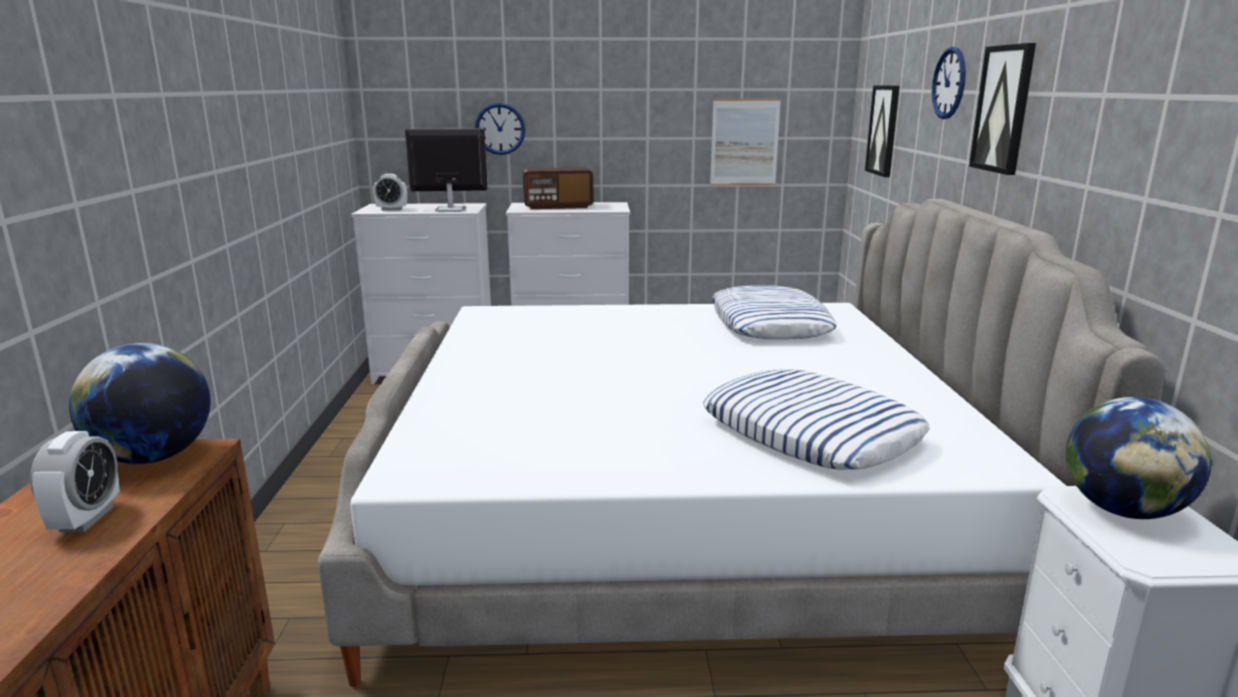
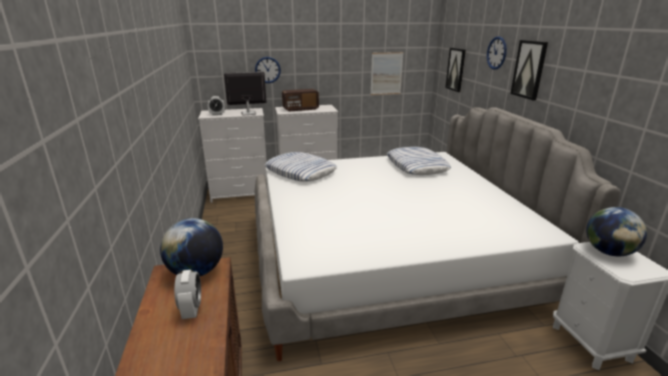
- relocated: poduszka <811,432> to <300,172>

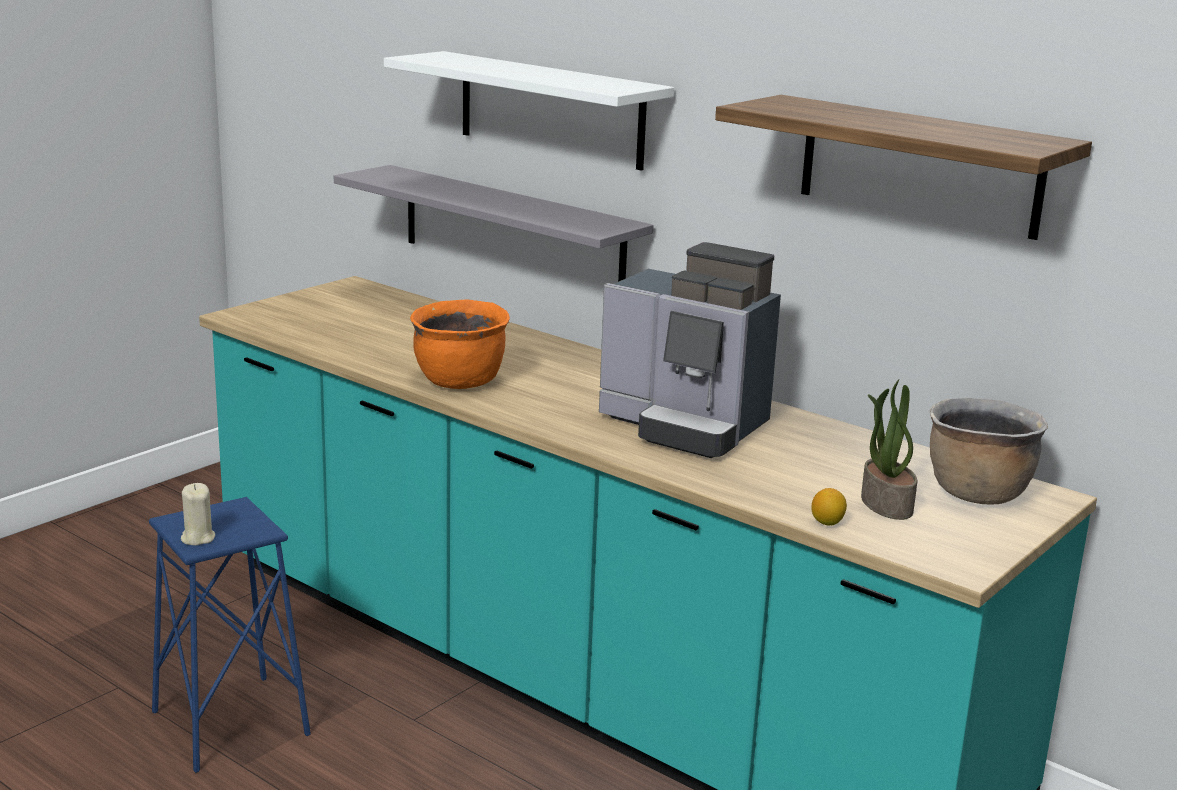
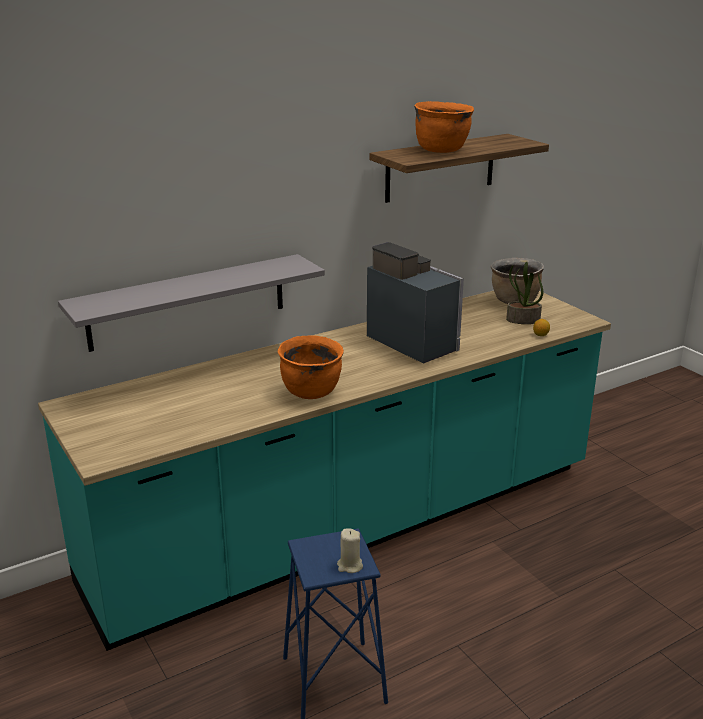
- missing: półka [biały] <550,110>
- spun: ekspres do kawy <685,426> = <413,343> 90 degrees counterclockwise
- appeared: garnek [pomarańczowy] <442,150>

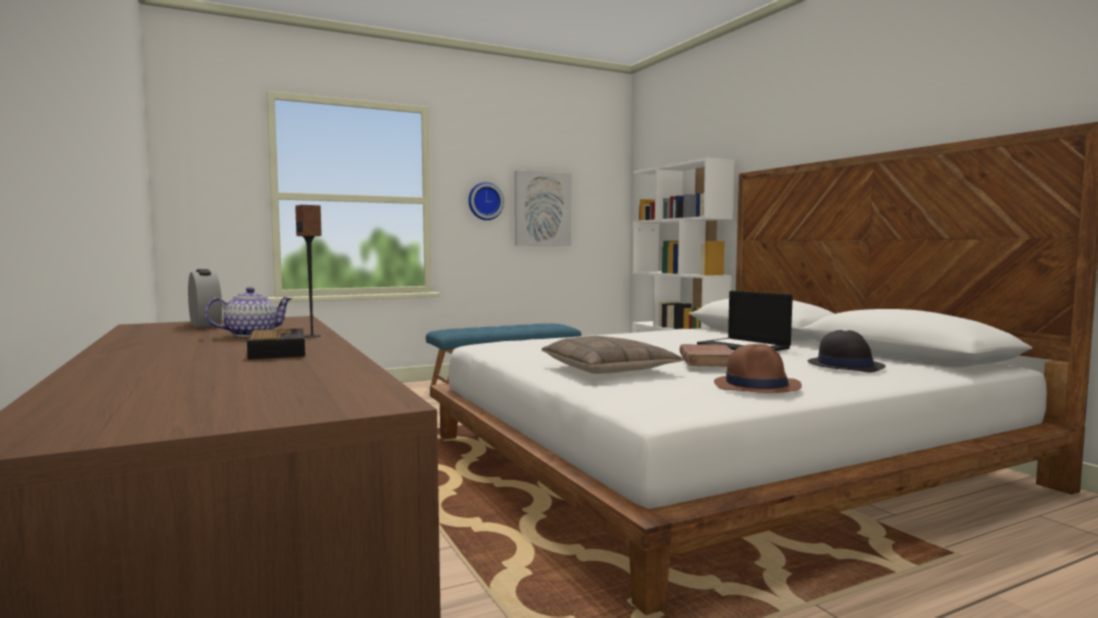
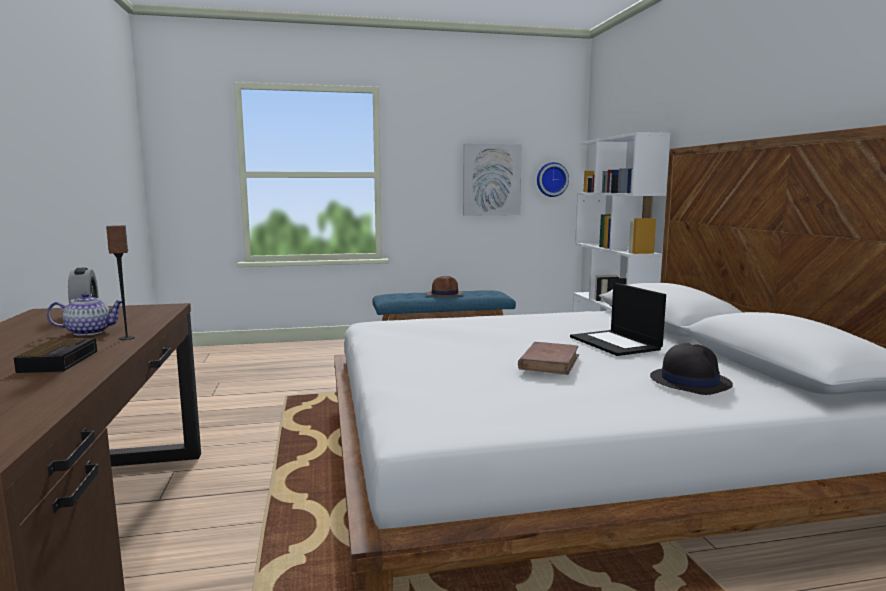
- relocated: zegar ścienny <485,201> to <551,179>
- missing: poduszka <610,370>
- relocated: kapelusz [brązowy] <757,385> to <445,294>

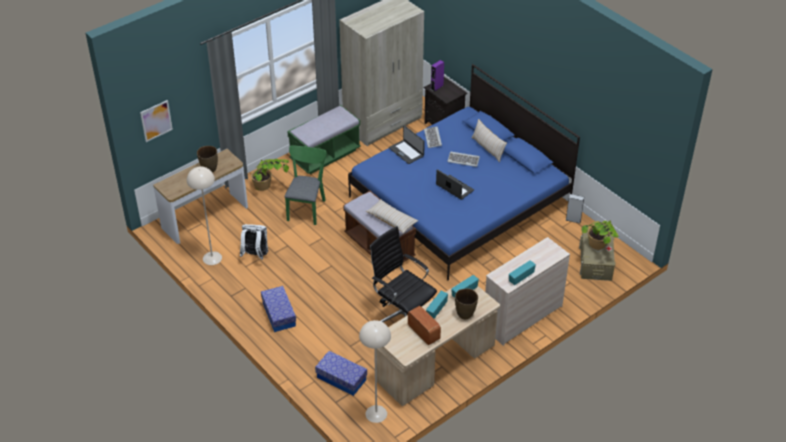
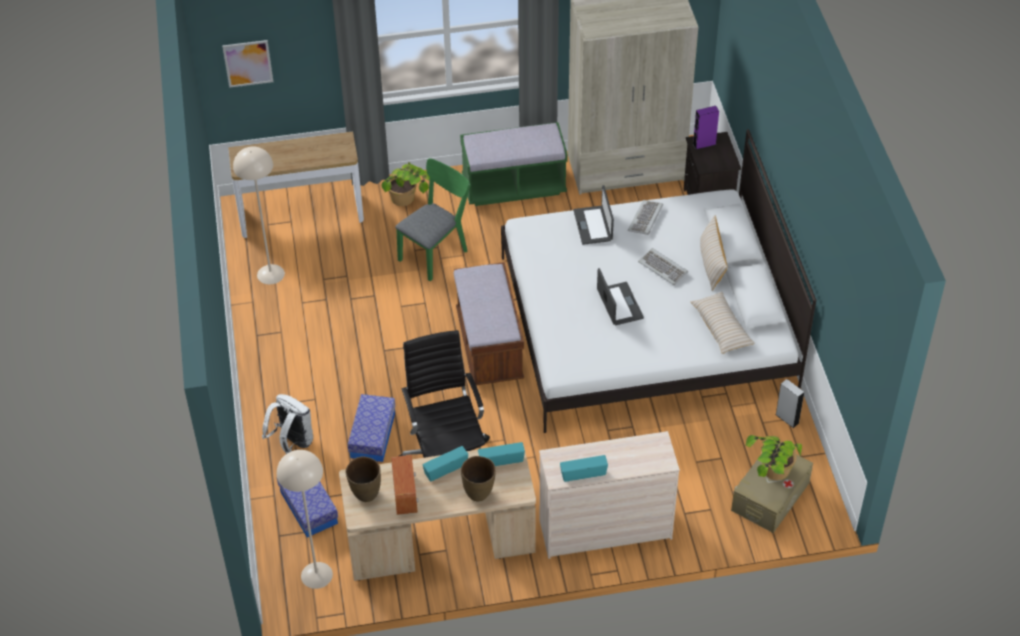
- colour: łóżko [niebieski] <459,201> to łóżko [biały] <646,324>
- relocated: wazon [brązowy] <209,169> to <365,494>
- relocated: poduszka [beżowy] <391,220> to <721,328>
- relocated: plecak [biały] <255,255> to <292,442>
- relocated: pojemnik do przechowywania <279,314> to <372,435>

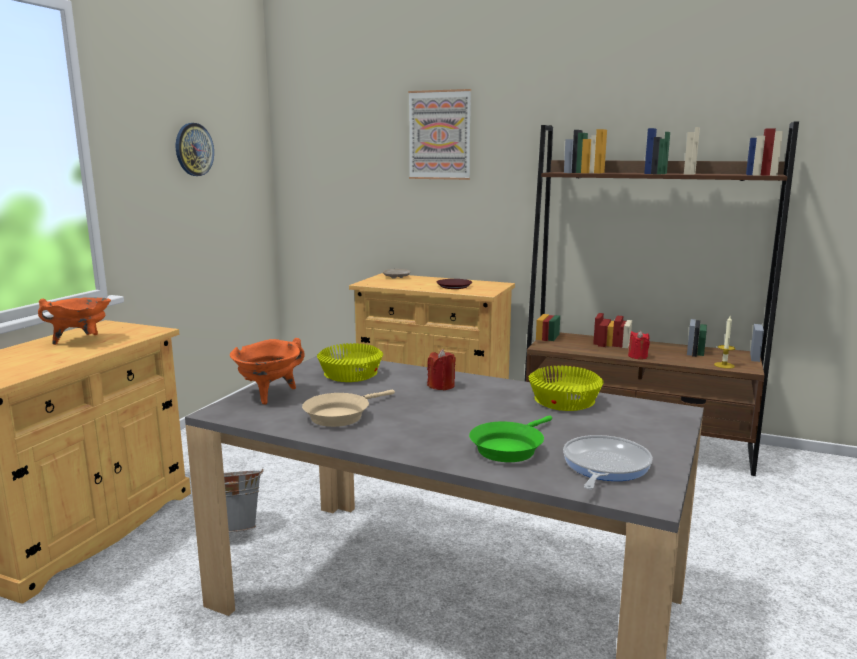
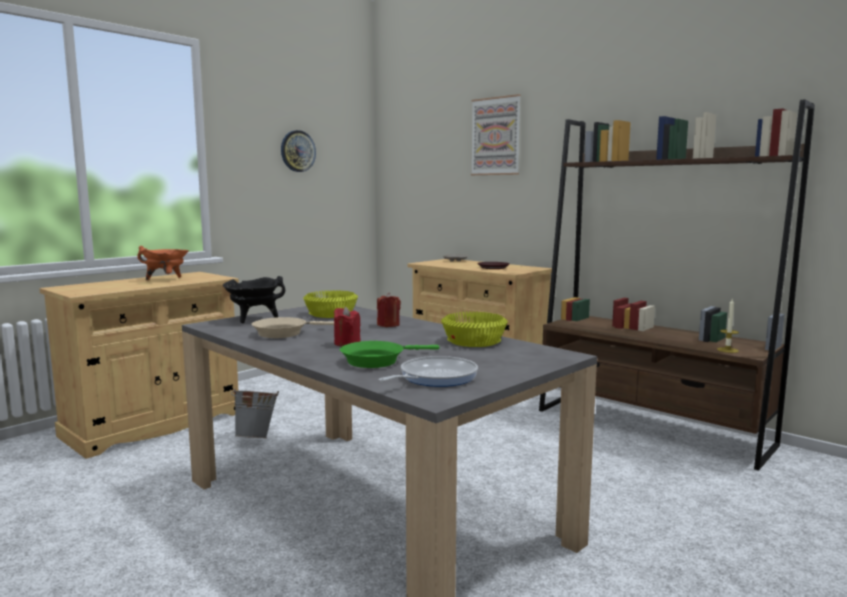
- relocated: świeca [czerwony] <637,356> to <347,343>
- colour: garnek [pomarańczowy] <268,395> to garnek [czarny] <254,319>

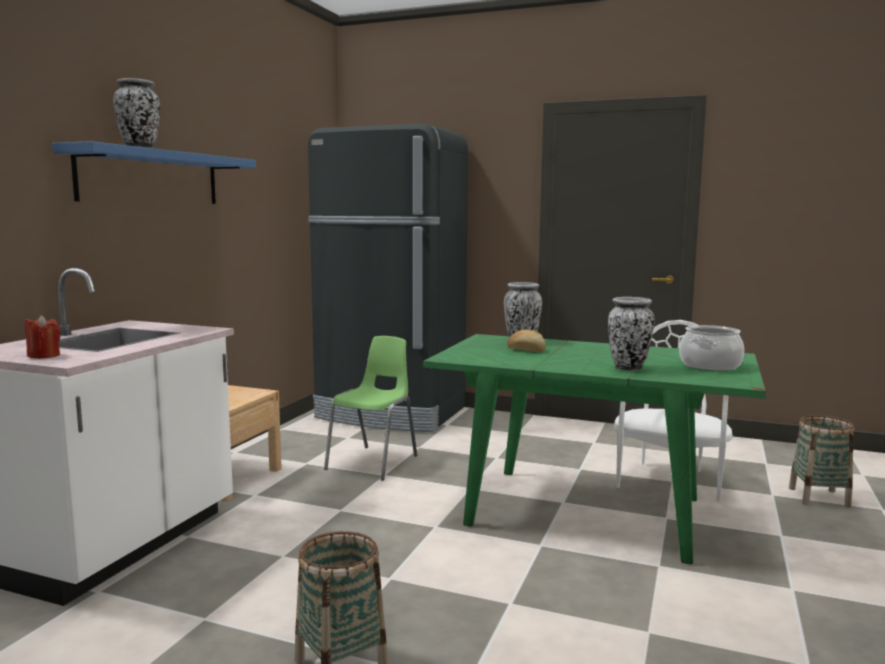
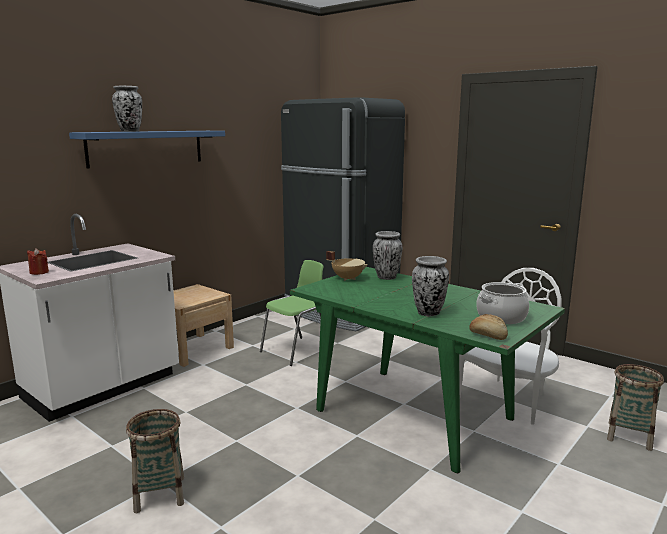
- relocated: chleb <526,350> to <488,335>
- appeared: garnek [beżowy] <348,278>

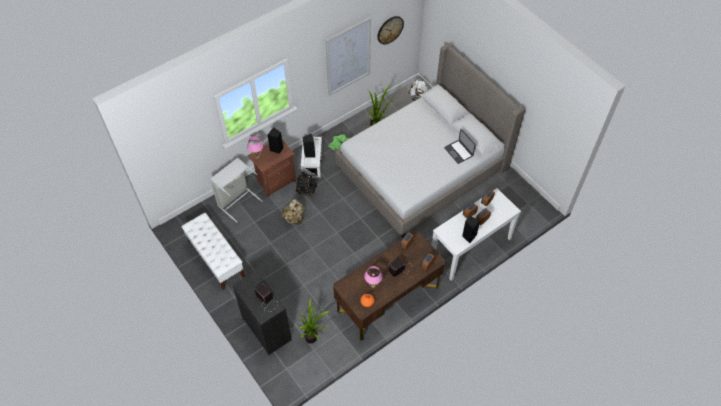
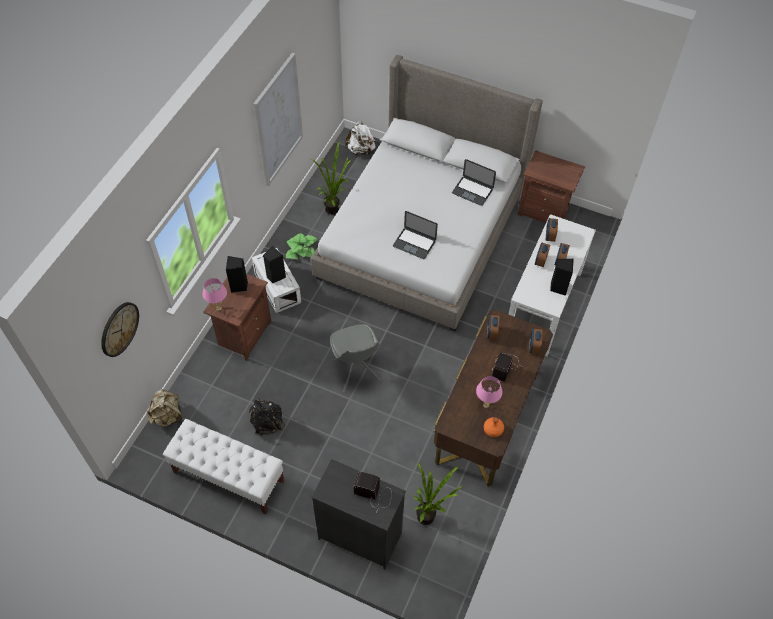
- relocated: zegar ścienny <390,29> to <119,329>
- missing: kosz na pranie [szary] <237,201>
- relocated: plecak [czarny] <306,190> to <267,423>
- relocated: plecak [beżowy] <294,218> to <167,416>
- appeared: szafka nocna [brązowy] <545,211>
- appeared: laptop <414,243>
- appeared: krzesło [szary] <356,371>

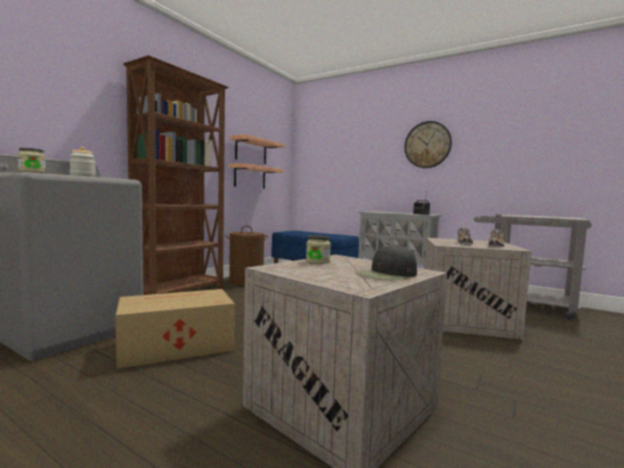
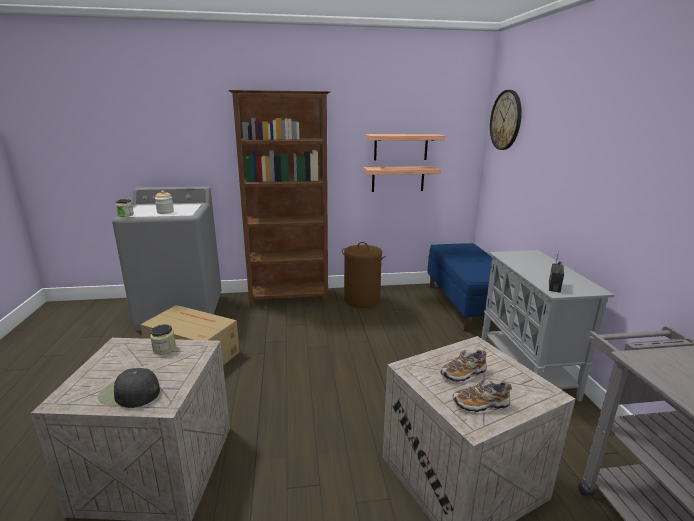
- relocated: zegar ścienny <427,145> to <506,120>

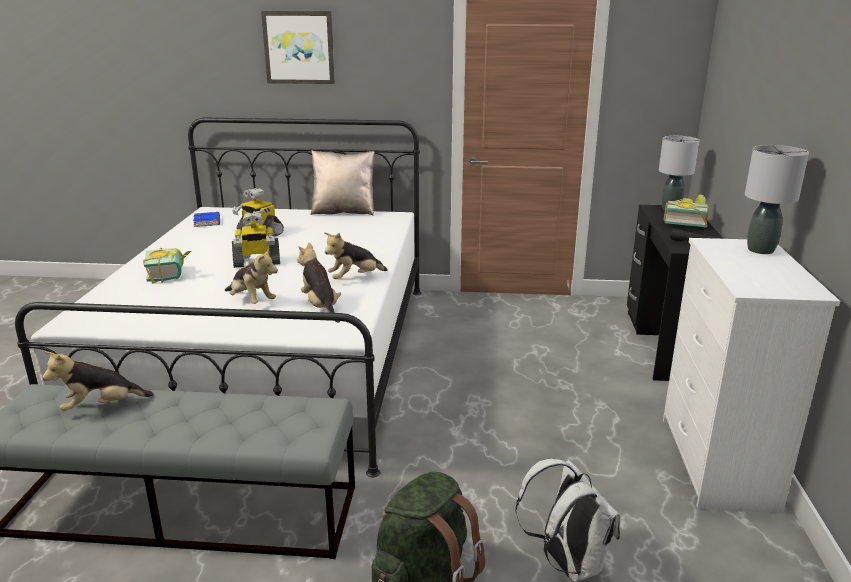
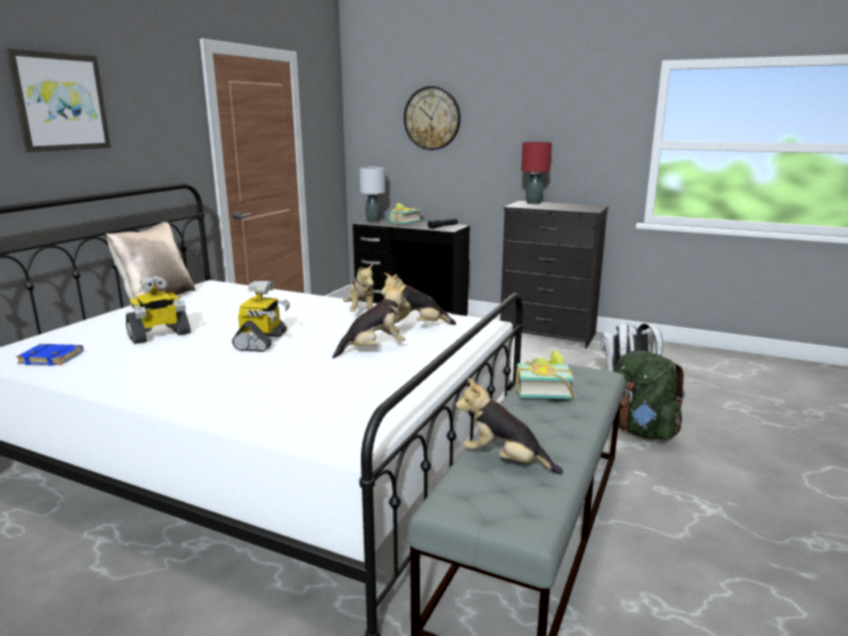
- colour: lampa stołowa [szary] <760,250> to lampa stołowa [czerwony] <533,203>
- colour: komoda [biały] <716,463> to komoda [czarny] <548,334>
- relocated: książka <171,274> to <542,390>
- spun: pluszak <101,406> = <505,461> 120 degrees clockwise
- appeared: zegar ścienny <432,118>

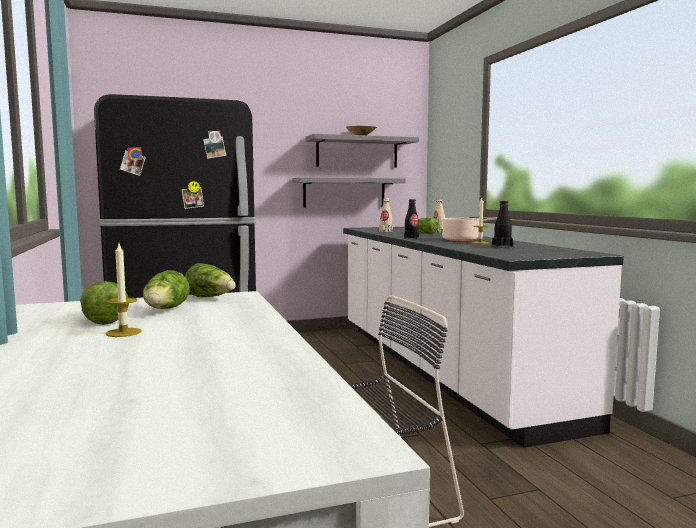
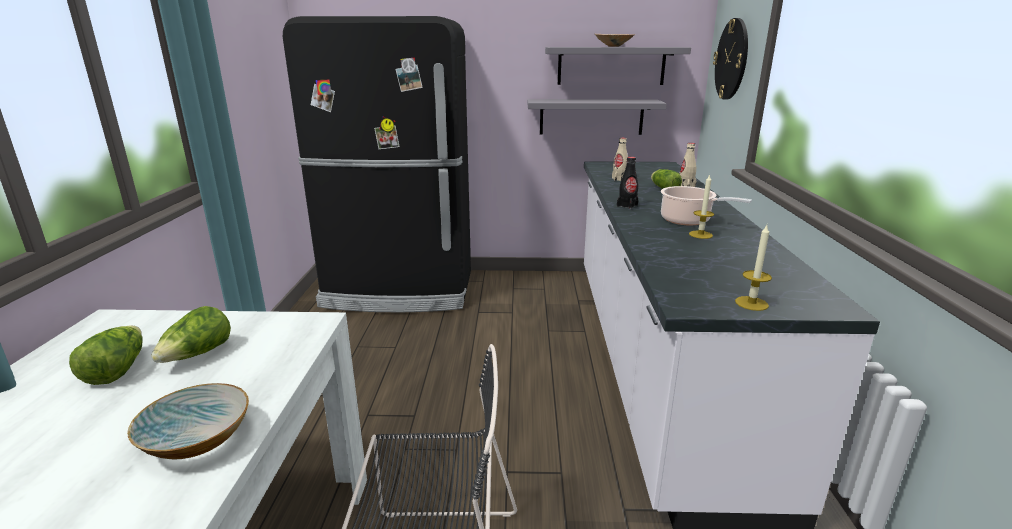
- missing: butelka [czarny] <502,246>
- relocated: świeca <123,332> to <751,303>
- missing: sałata <211,298>
- appeared: zegar ścienny <732,59>
- appeared: miska <198,440>

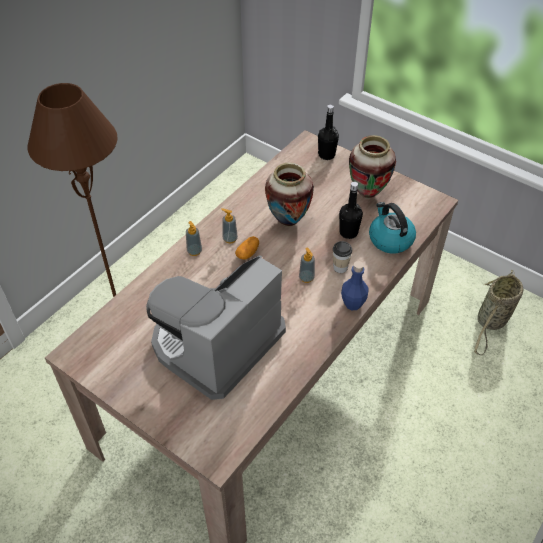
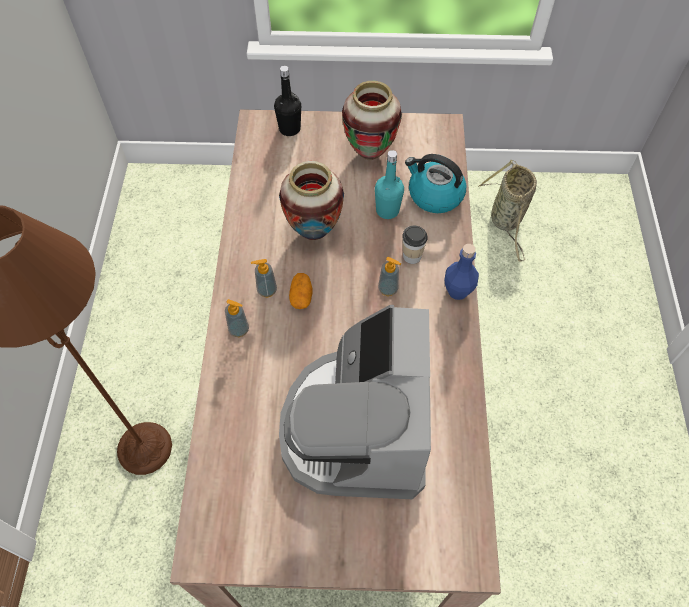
- colour: butelka [czarny] <348,232> to butelka [turkusowy] <387,210>

